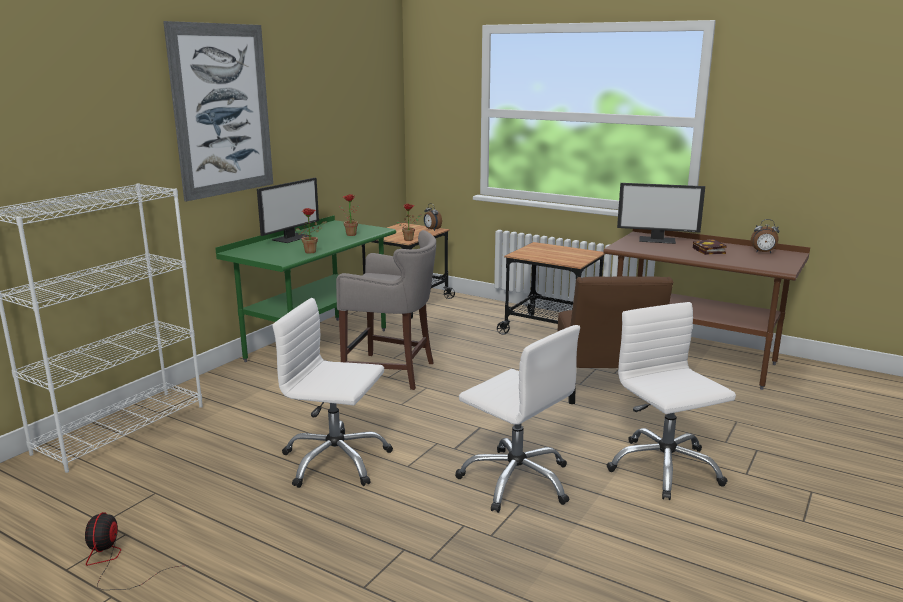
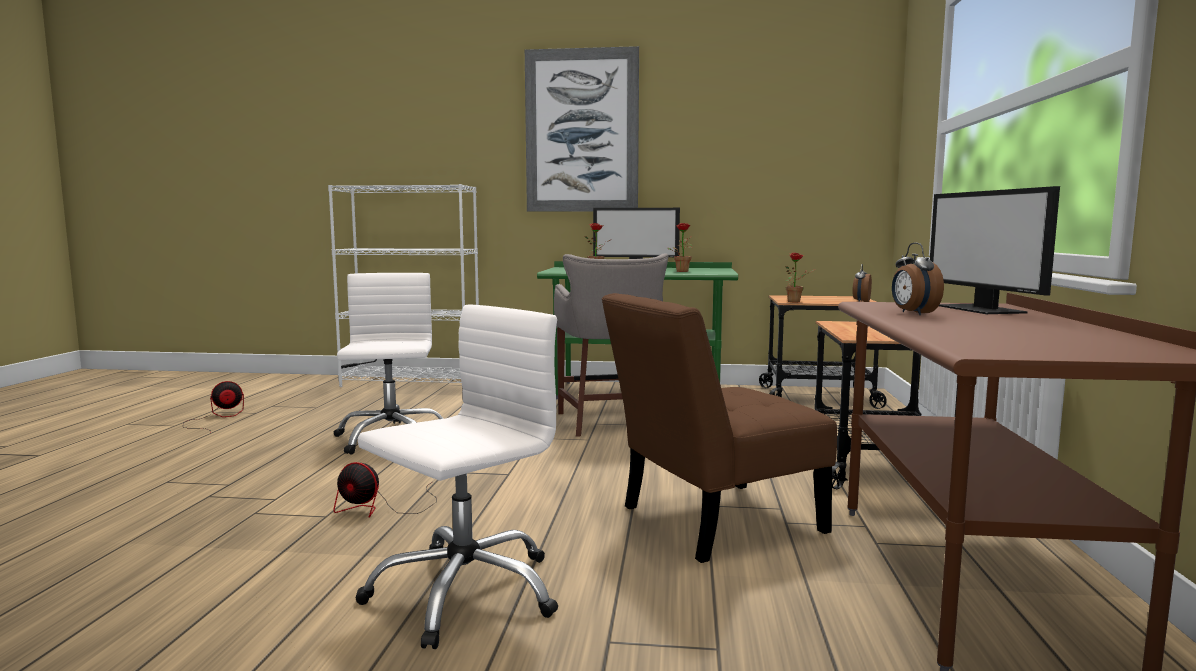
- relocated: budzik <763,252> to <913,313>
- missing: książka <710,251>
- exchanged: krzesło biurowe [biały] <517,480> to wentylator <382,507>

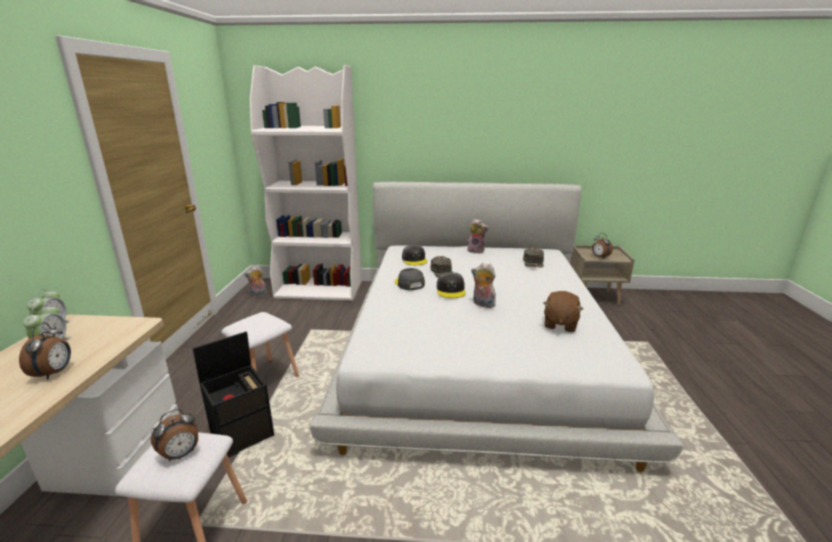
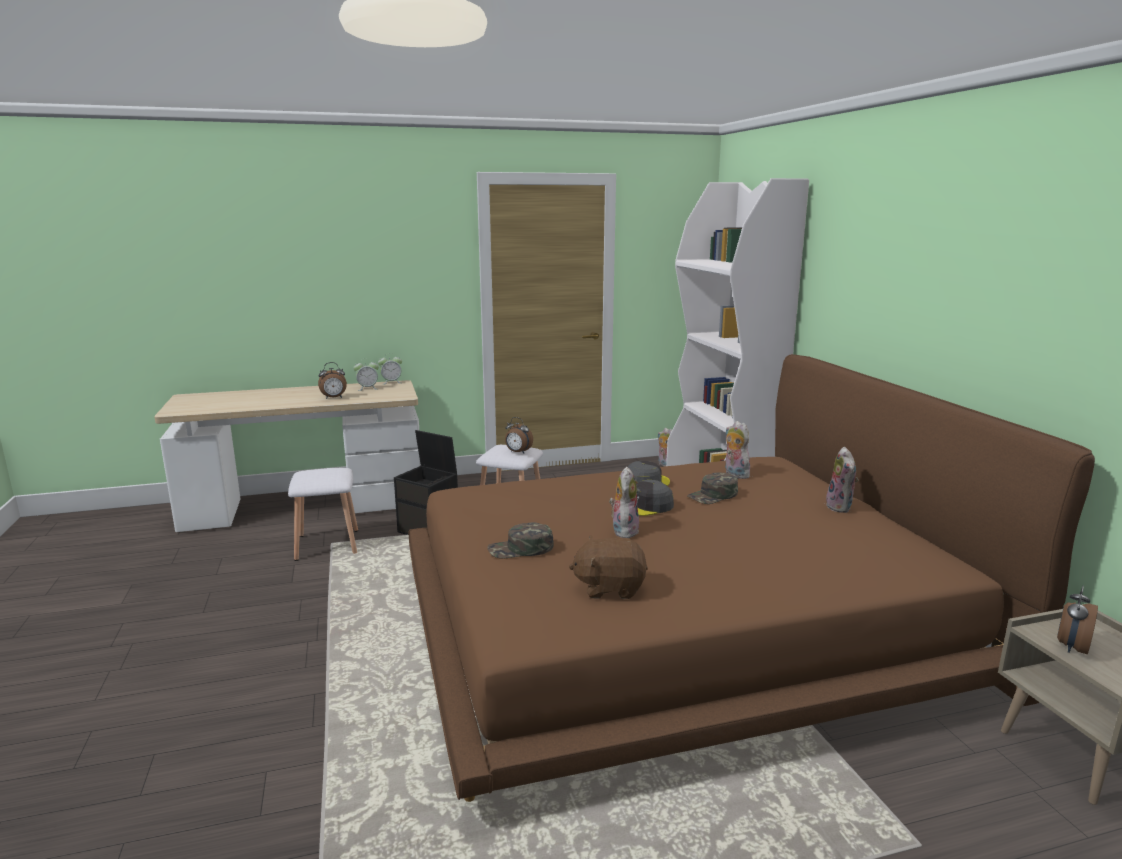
- colour: łóżko [biały] <476,348> to łóżko [brązowy] <680,624>
- exchanged: czapka z daszkiem [szary] <414,260> to pluszak <734,474>
- relocated: czapka z daszkiem [zielony] <533,262> to <520,549>
- relocated: budzik <181,454> to <518,452>

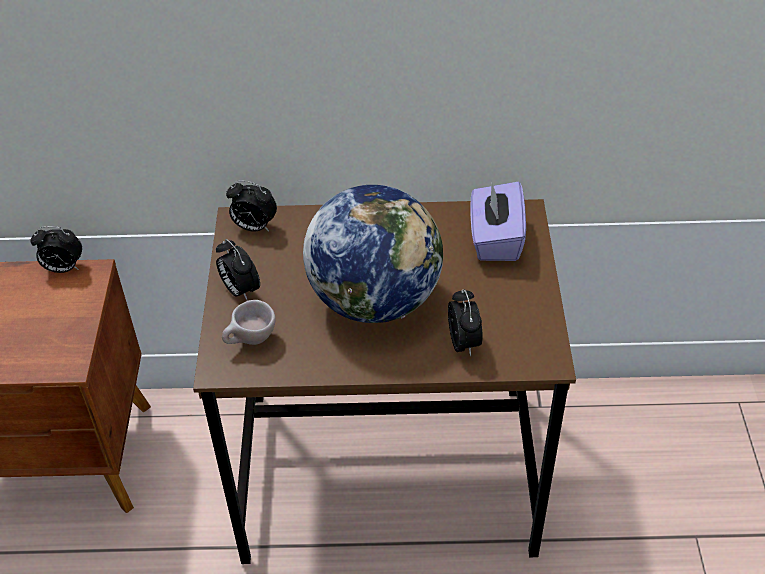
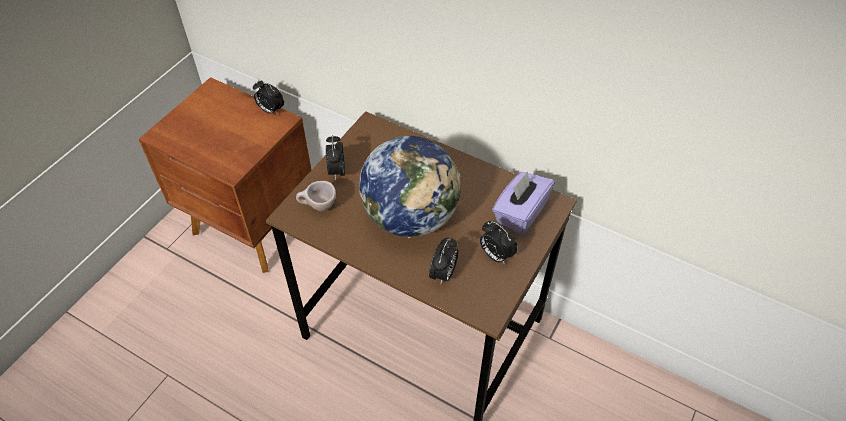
- relocated: budzik <254,227> to <495,255>

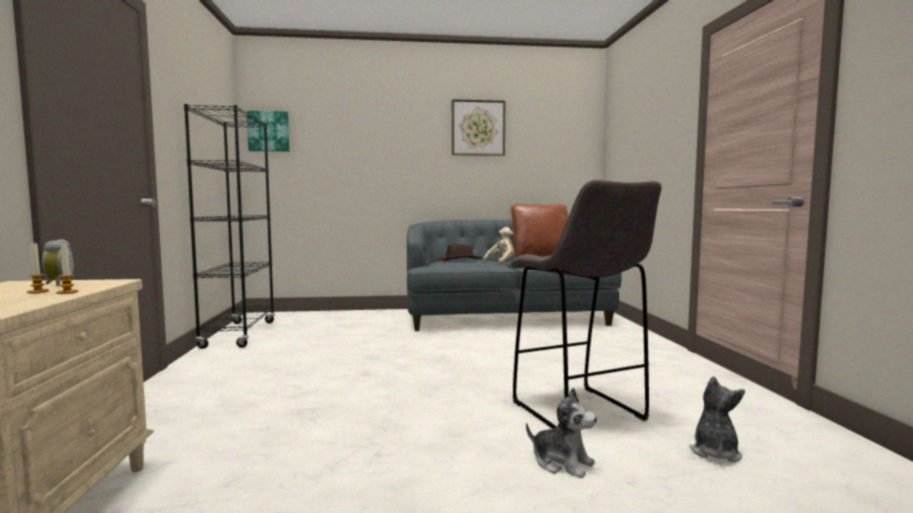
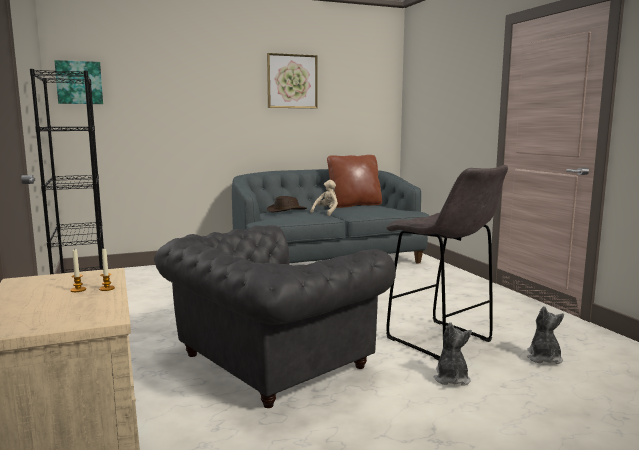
- missing: budzik <57,284>
- spun: pluszak <562,462> = <451,378> 105 degrees counterclockwise
- appeared: fotel [szary] <267,363>

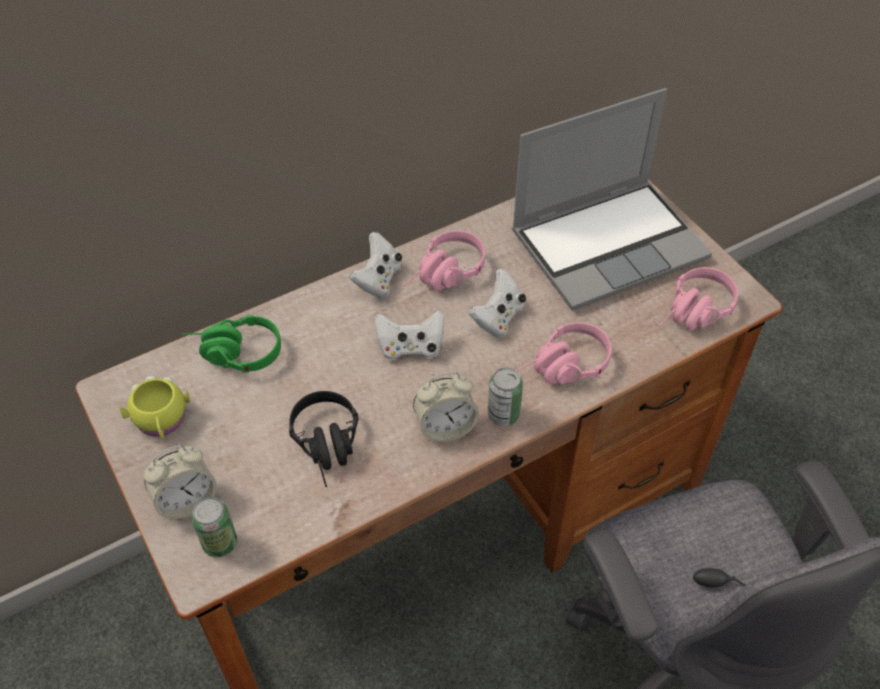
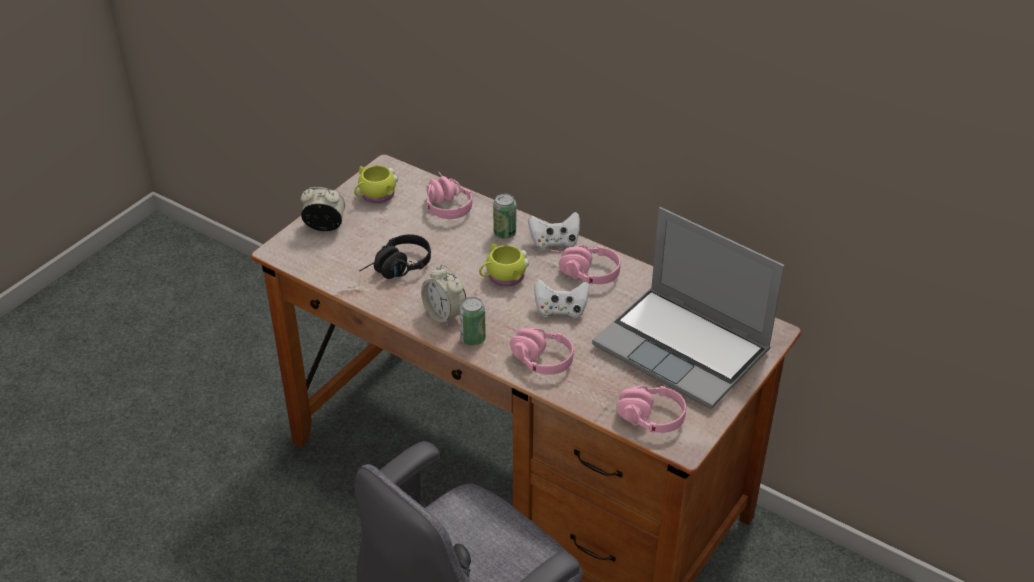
- exchanged: pad do gier [biały] <410,347> to kubek [żółty] <503,277>
- colour: słuchawki [zielony] <233,354> to słuchawki [różowy] <444,203>
- spun: budzik <186,501> = <325,227> 150 degrees clockwise
- relocated: puszka <220,543> to <504,233>

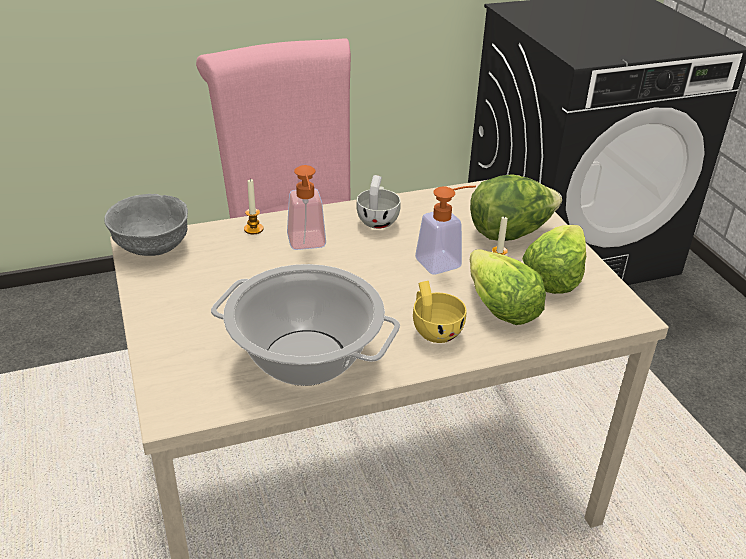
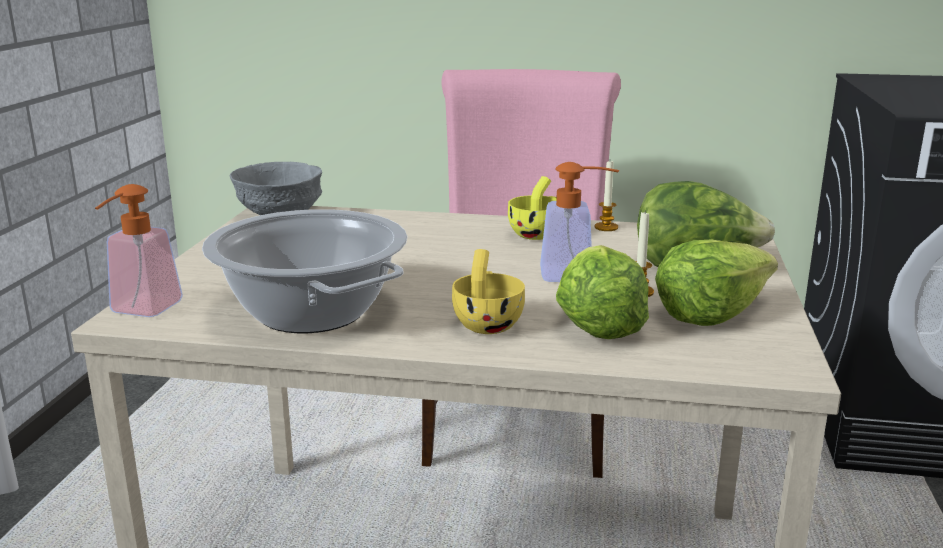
- relocated: dozownik mydła <307,245> to <140,311>
- colour: filiżanka [biały] <378,219> to filiżanka [żółty] <538,233>
- relocated: świeca <253,229> to <606,227>

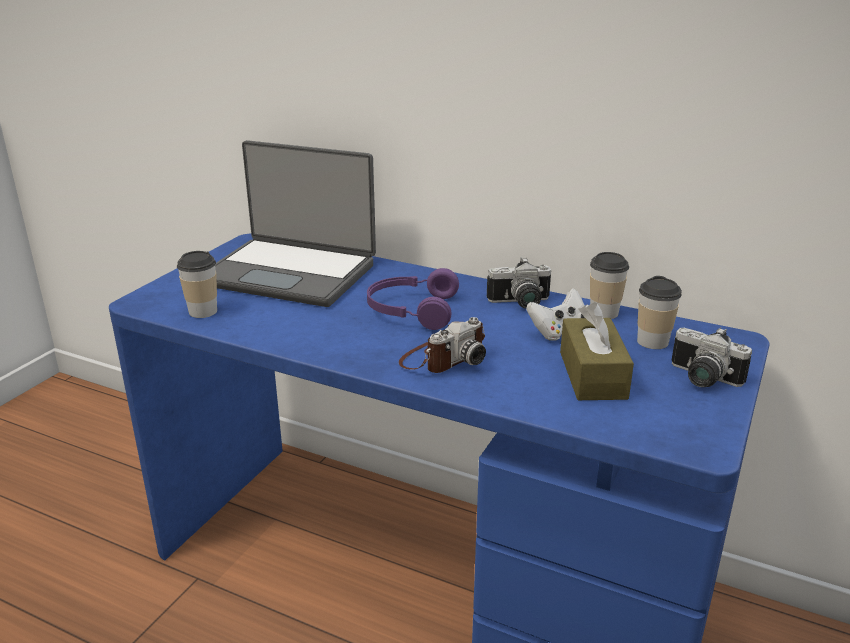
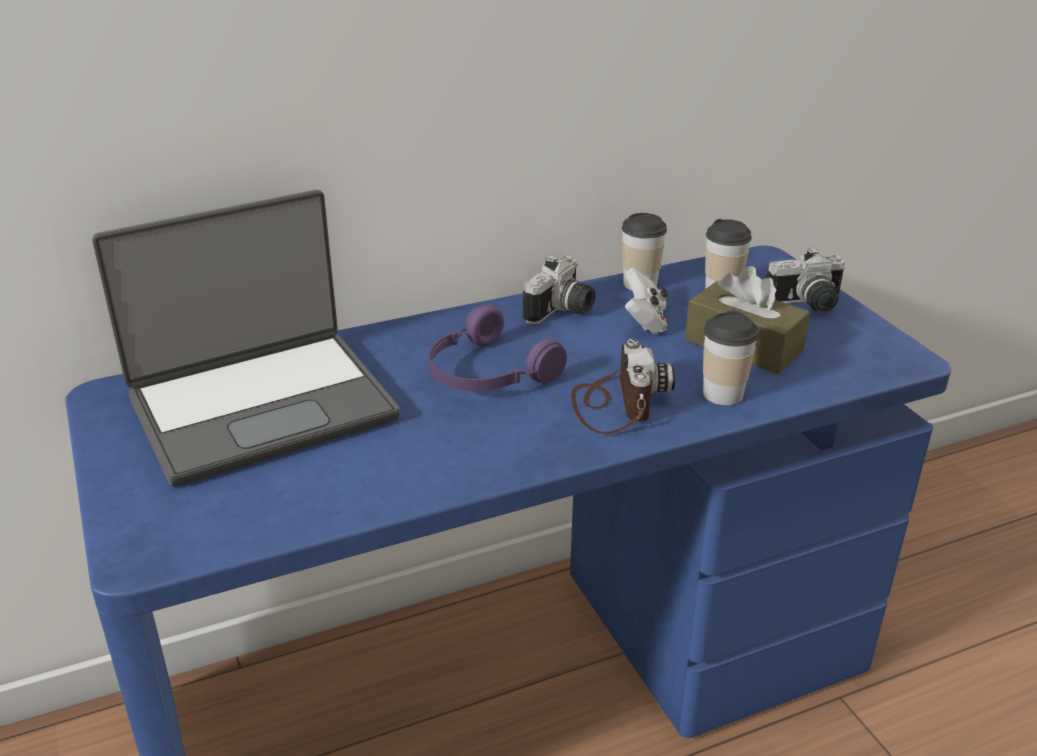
- relocated: filiżanka <203,311> to <722,394>

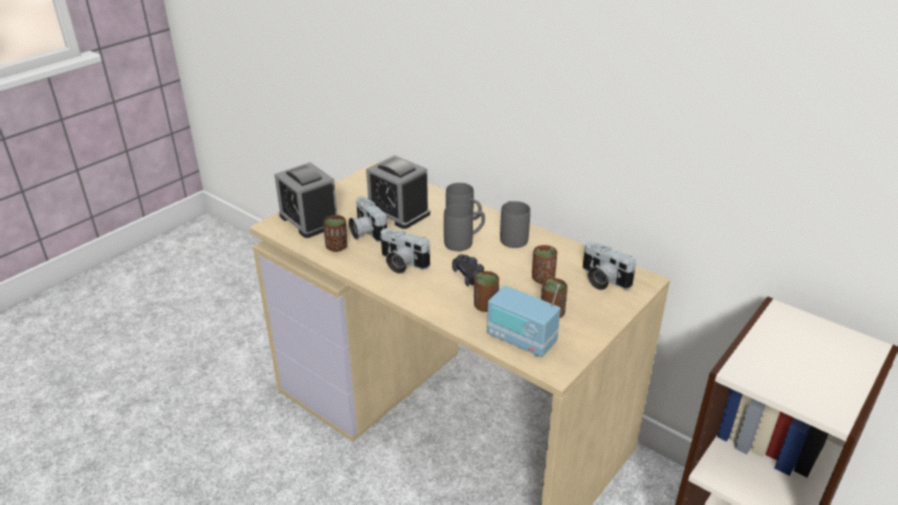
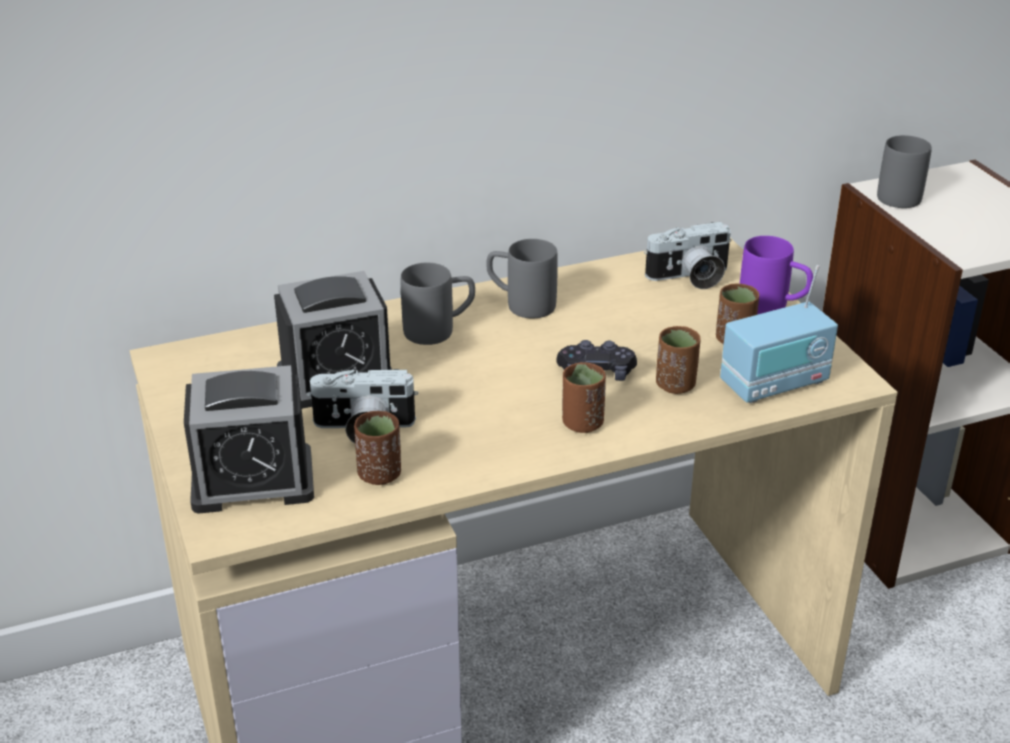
- relocated: kubek [szary] <464,242> to <898,193>
- missing: aparat fotograficzny <401,264>
- relocated: filiżanka [brązowy] <543,279> to <582,423>
- appeared: kubek [fioletowy] <773,306>

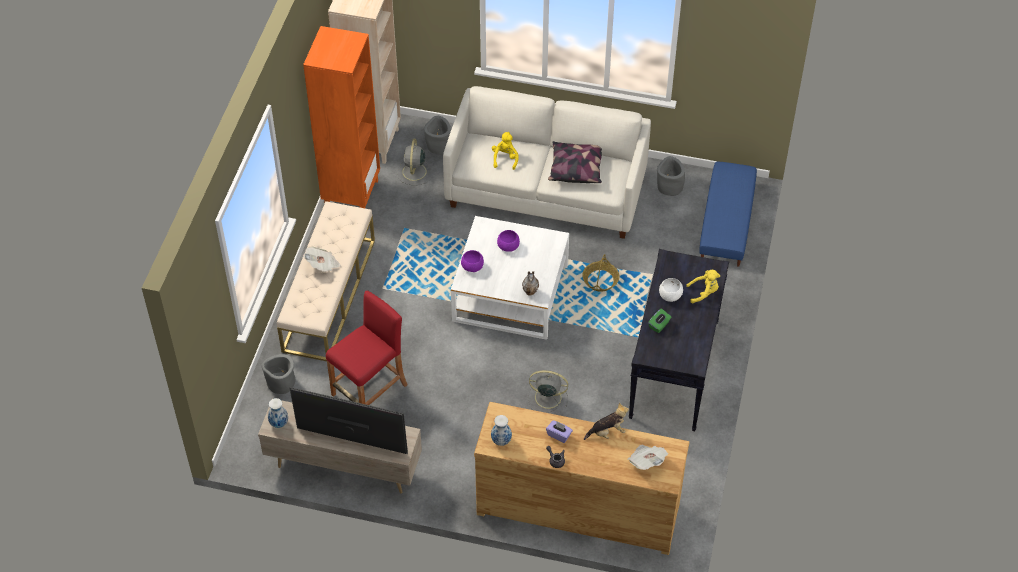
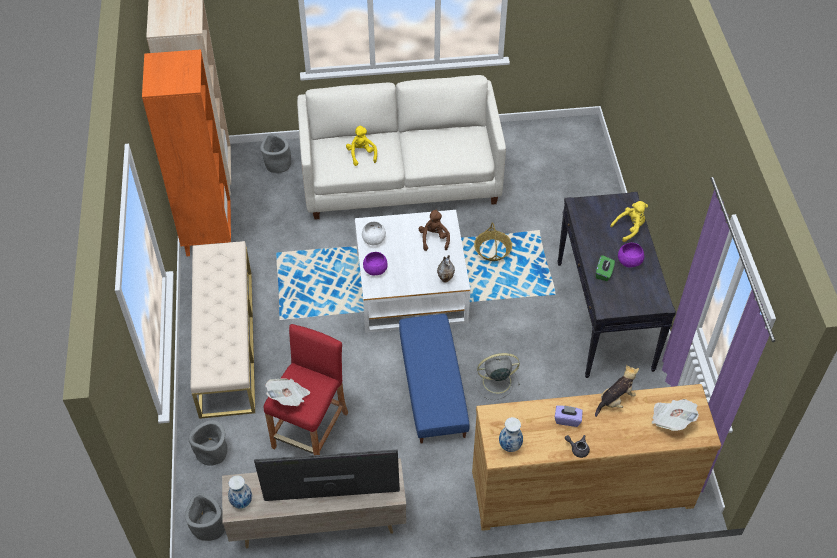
- missing: wentylator [szary] <414,172>
- missing: poduszka <575,169>
- relocated: donica [szary] <669,187> to <208,526>
- relocated: pufa [niebieski] <727,222> to <433,385>
- relocated: miska [fioletowy] <508,246> to <629,261>
- relocated: gazeta <323,265> to <289,397>
- relocated: miska [biały] <669,296> to <373,240>
- appeared: pluszak [brązowy] <434,239>

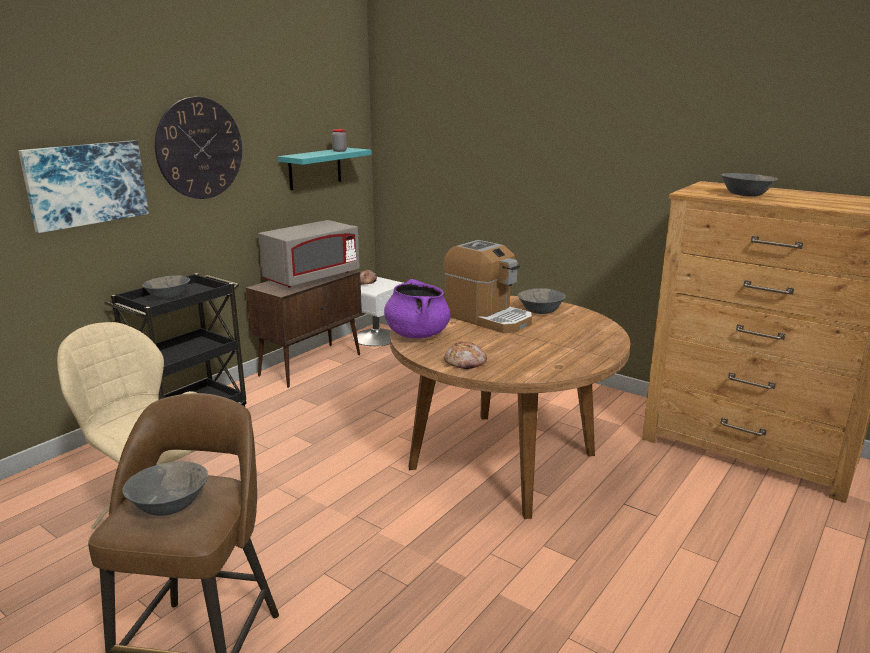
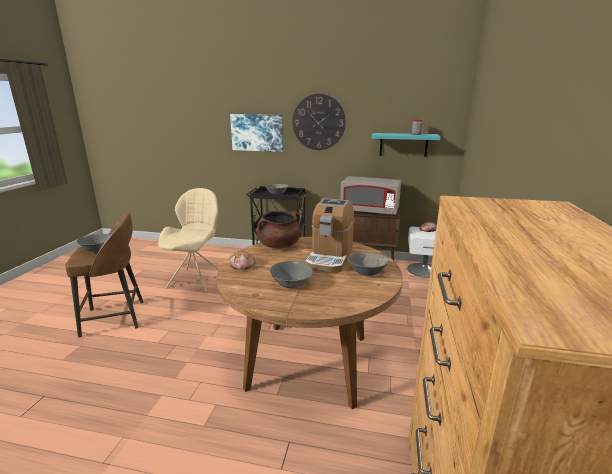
- relocated: miska [szary] <745,195> to <290,284>
- colour: garnek [fioletowy] <417,334> to garnek [brązowy] <279,245>

